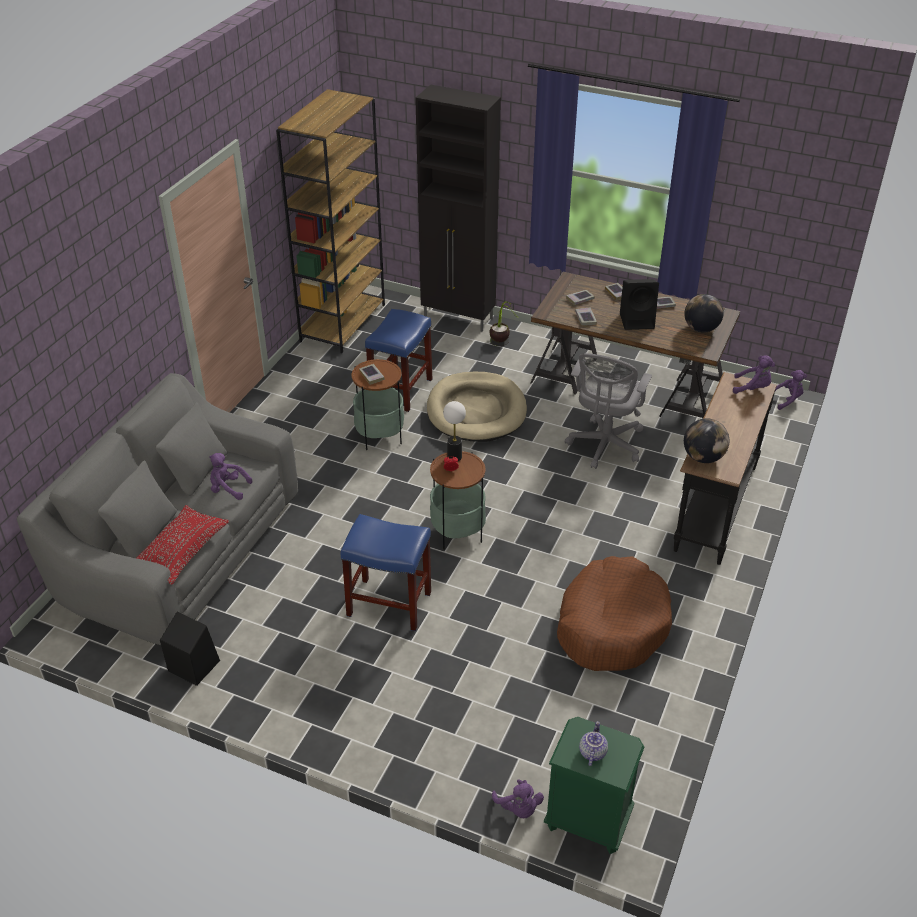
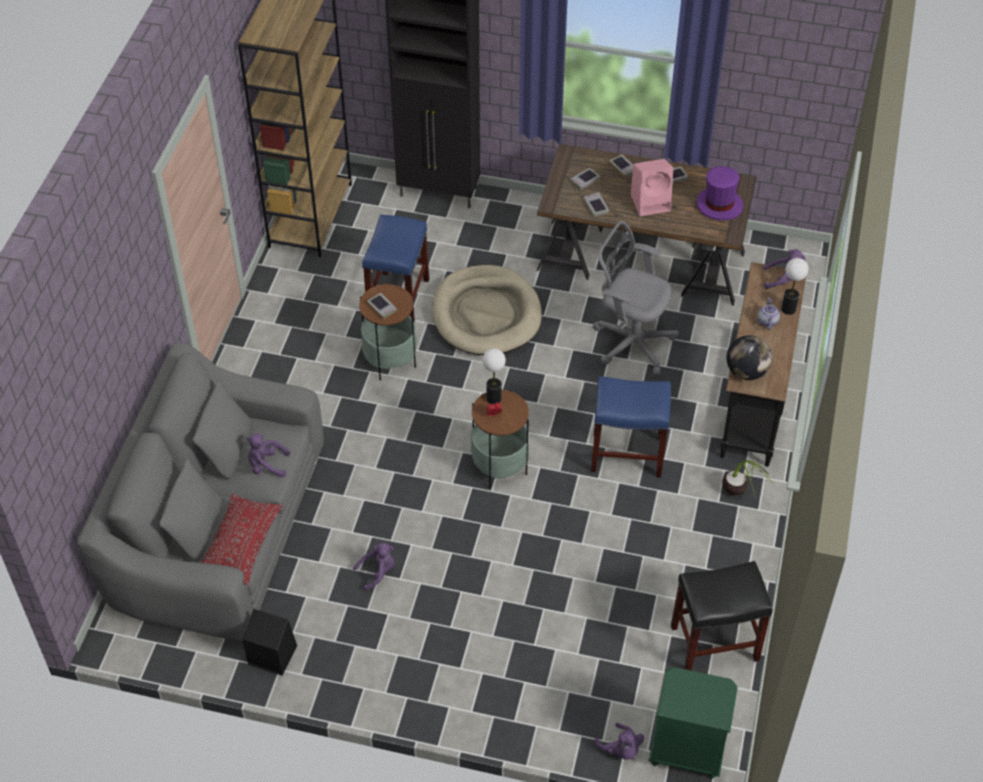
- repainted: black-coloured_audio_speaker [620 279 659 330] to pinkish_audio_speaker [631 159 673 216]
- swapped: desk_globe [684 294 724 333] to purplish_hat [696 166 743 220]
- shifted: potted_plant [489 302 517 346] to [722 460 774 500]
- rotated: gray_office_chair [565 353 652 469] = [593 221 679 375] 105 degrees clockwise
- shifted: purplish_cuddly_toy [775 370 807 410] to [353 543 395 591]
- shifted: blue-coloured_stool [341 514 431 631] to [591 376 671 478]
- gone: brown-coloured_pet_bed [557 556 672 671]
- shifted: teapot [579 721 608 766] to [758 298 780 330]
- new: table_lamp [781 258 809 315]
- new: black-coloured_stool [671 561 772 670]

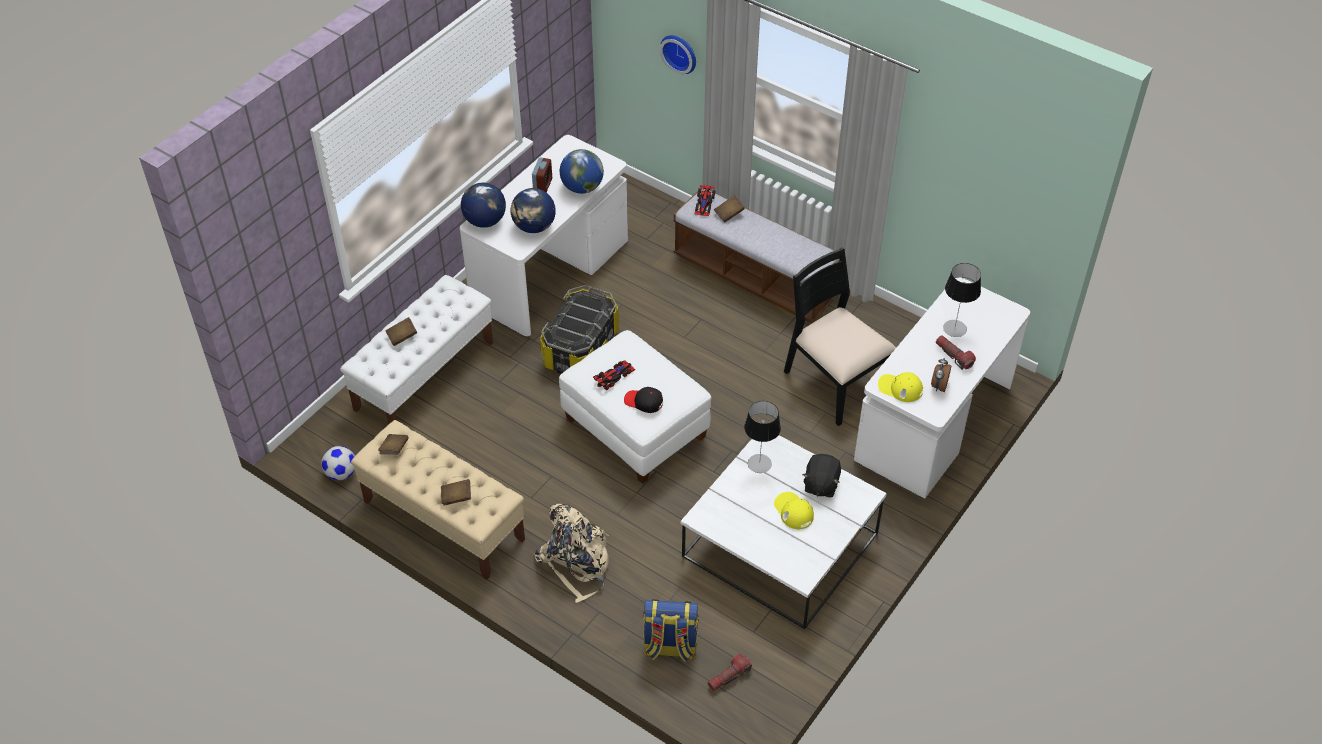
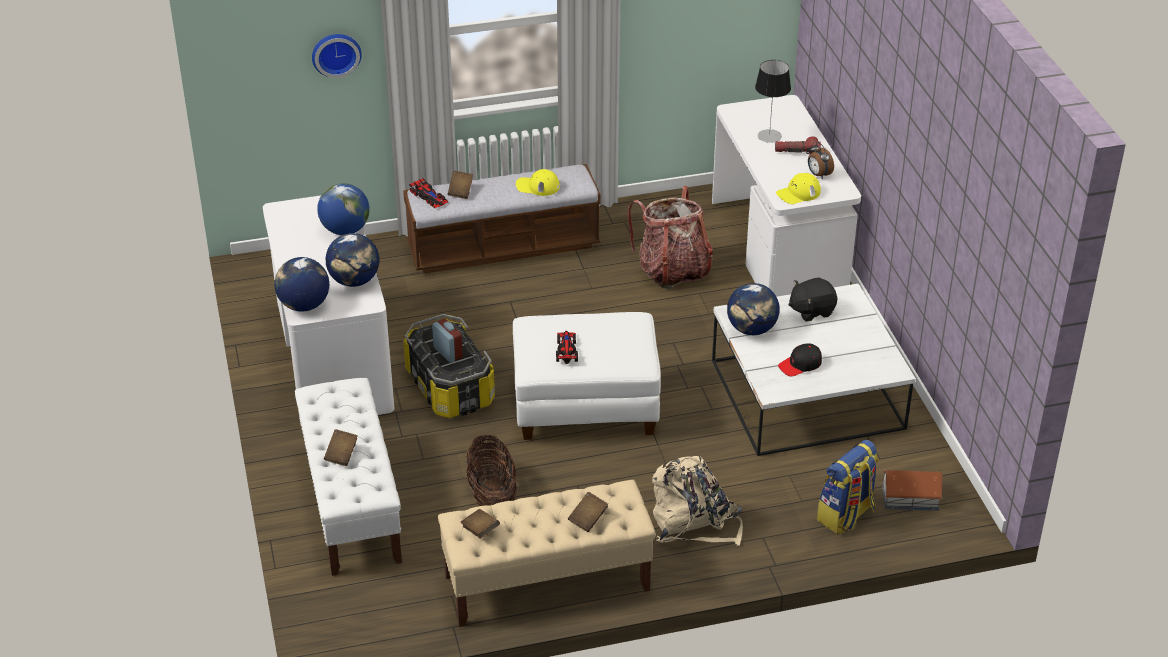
- shifted: table_clock [532 157 552 192] to [432 319 463 363]
- swapped: black-coloured_plain_chair [784 247 896 426] to knapsack [628 186 713 289]
- shifted: black-coloured_baseball_cap [624 387 663 413] to [778 343 822 377]
- swapped: table_lamp [744 401 781 473] to desk_globe [727 283 780 335]
- gone: ball_for_football [321 446 355 480]
- rotated: black-coloured_cuddly_toy [803 454 841 497] = [789 277 837 322] 105 degrees clockwise
- shifted: yellow-coloured_baseball_cap [774 492 814 529] to [516 169 560 196]
- swapped: hand_torch [708 654 752 691] to miniature_house [882 470 943 511]
- new: basket [466 435 517 506]

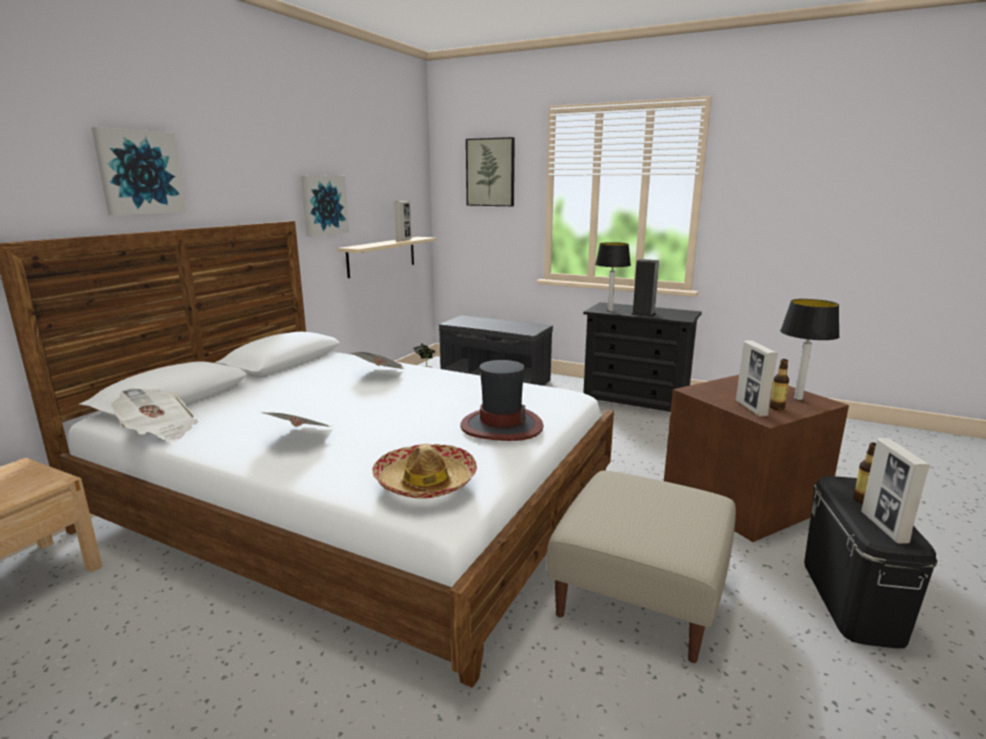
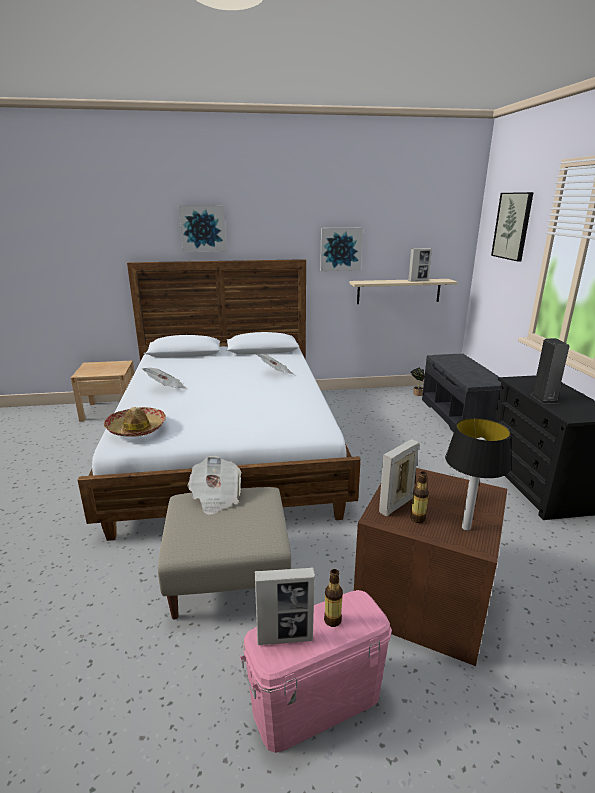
- gone: table_lamp [595 242 631 311]
- gone: hat [460 360 543 441]
- shifted: printed_paper [111 388 198 442] to [188 456 241 515]
- rotated: photo_frame [861 438 930 544] = [255 568 315 645] 150 degrees counterclockwise
- repainted: black-coloured_storage_bin [804 476 938 648] to pinkish_storage_bin [240 590 392 753]

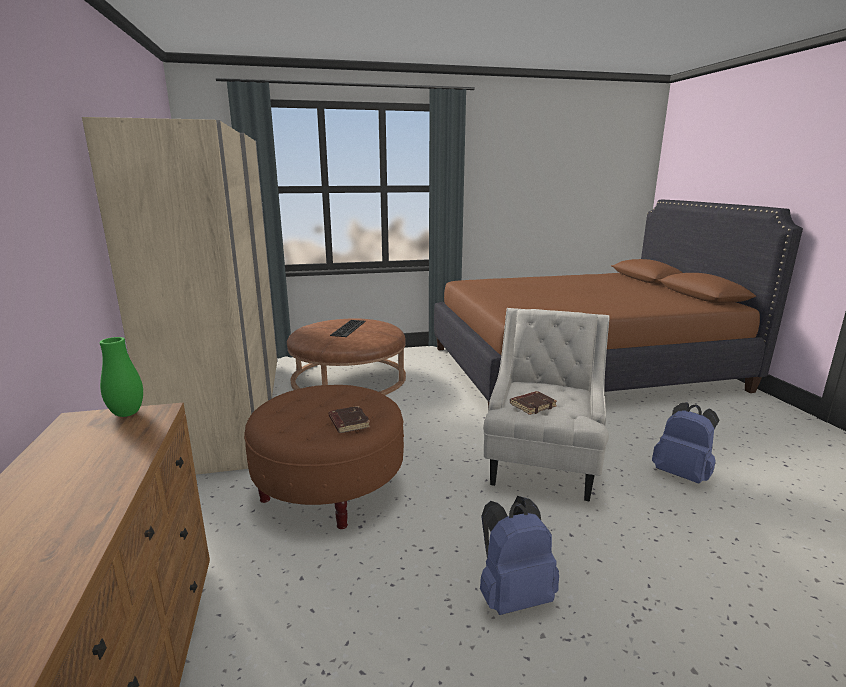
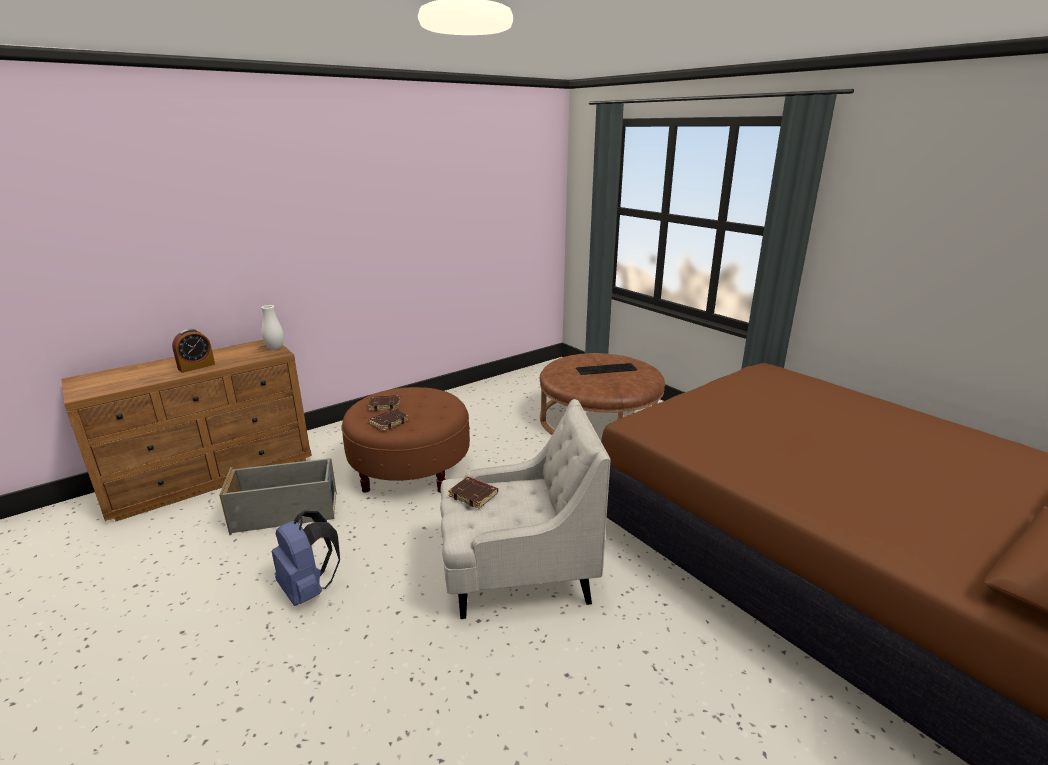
- gone: sand-coloured_armoire [82 117 278 475]
- repainted: greenish_flower_vase [99 337 143 417] to white_flower_vase [261 305 284 350]
- gone: blue-coloured_knapsack [652 402 720 483]
- new: table_clock [172 329 215 373]
- new: brown-coloured_volume [368 395 400 411]
- new: gray_storage_bin [219 458 337 535]

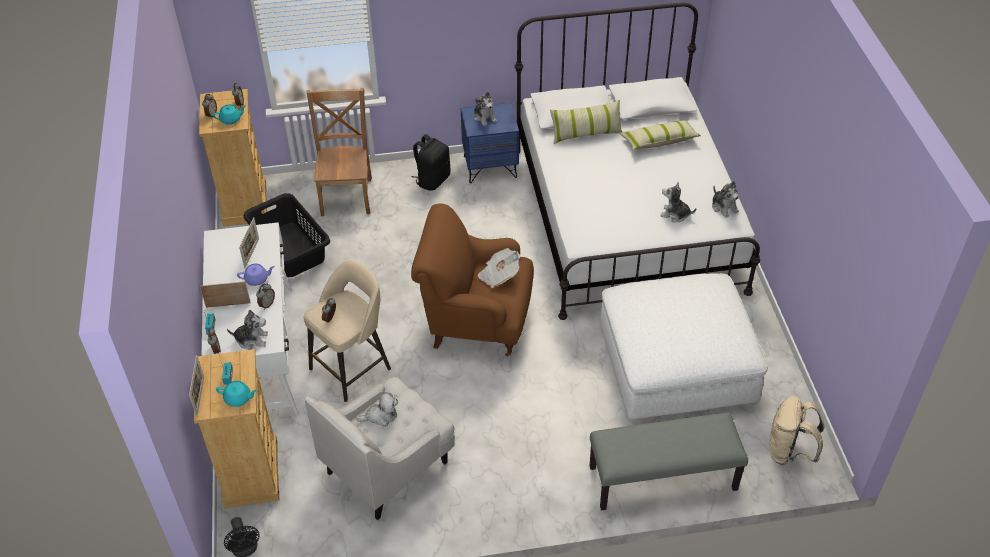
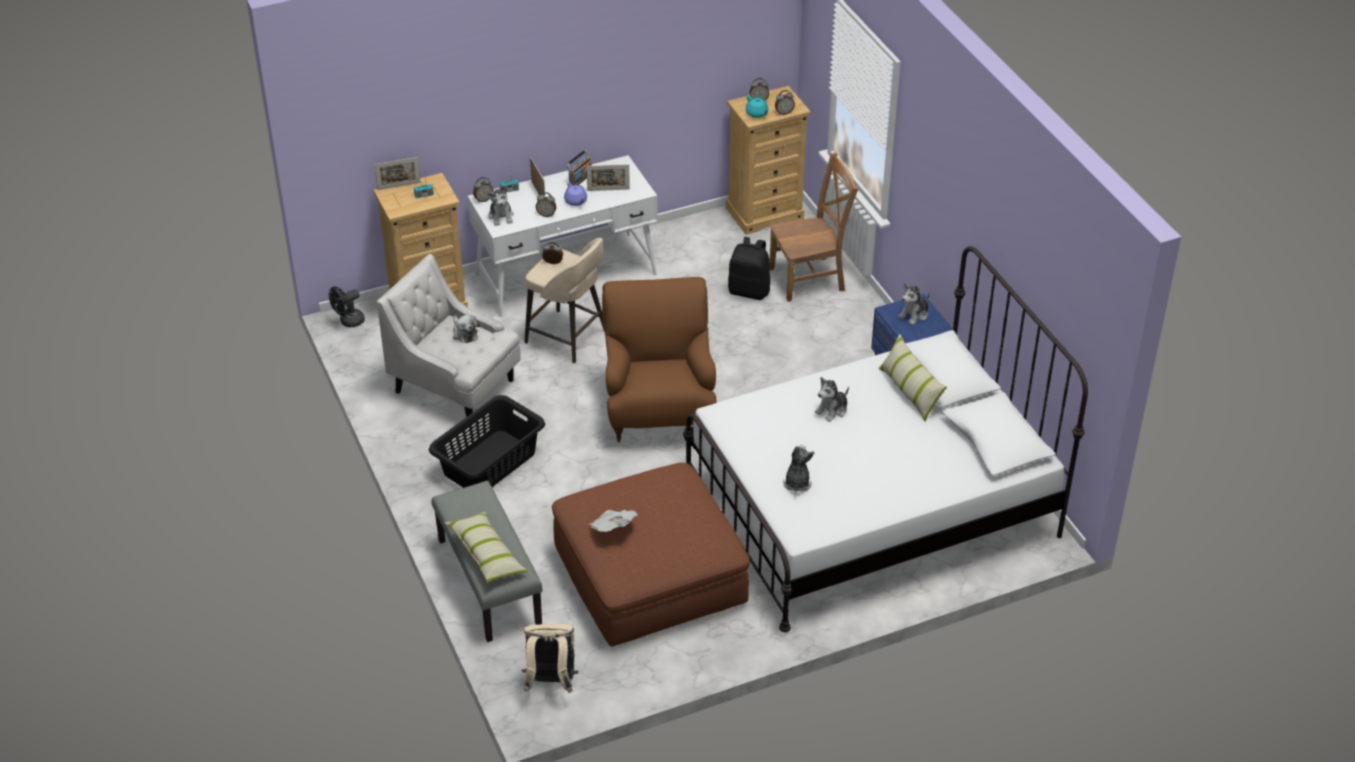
- shifted: throw_pillow [620 120 701 150] to [444 512 527 583]
- shifted: black-coloured_knapsack [411 134 450 191] to [728 237 770 300]
- shifted: cuddly_toy [712 181 739 218] to [815 377 849 422]
- shifted: black-coloured_washing_basket [244 193 330 277] to [429 395 545 488]
- shifted: printed_paper [478 248 521 288] to [589 510 638 532]
- repainted: white_ottoman [599 273 768 419] to brown-coloured_ottoman [552 462 750 647]
- gone: turquoise-coloured_teapot [216 381 258 407]
- new: radio [566 150 592 185]

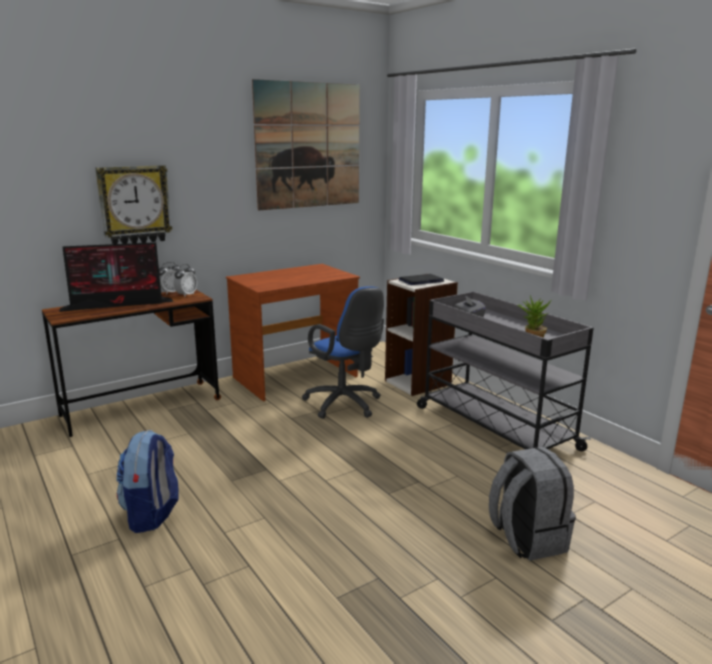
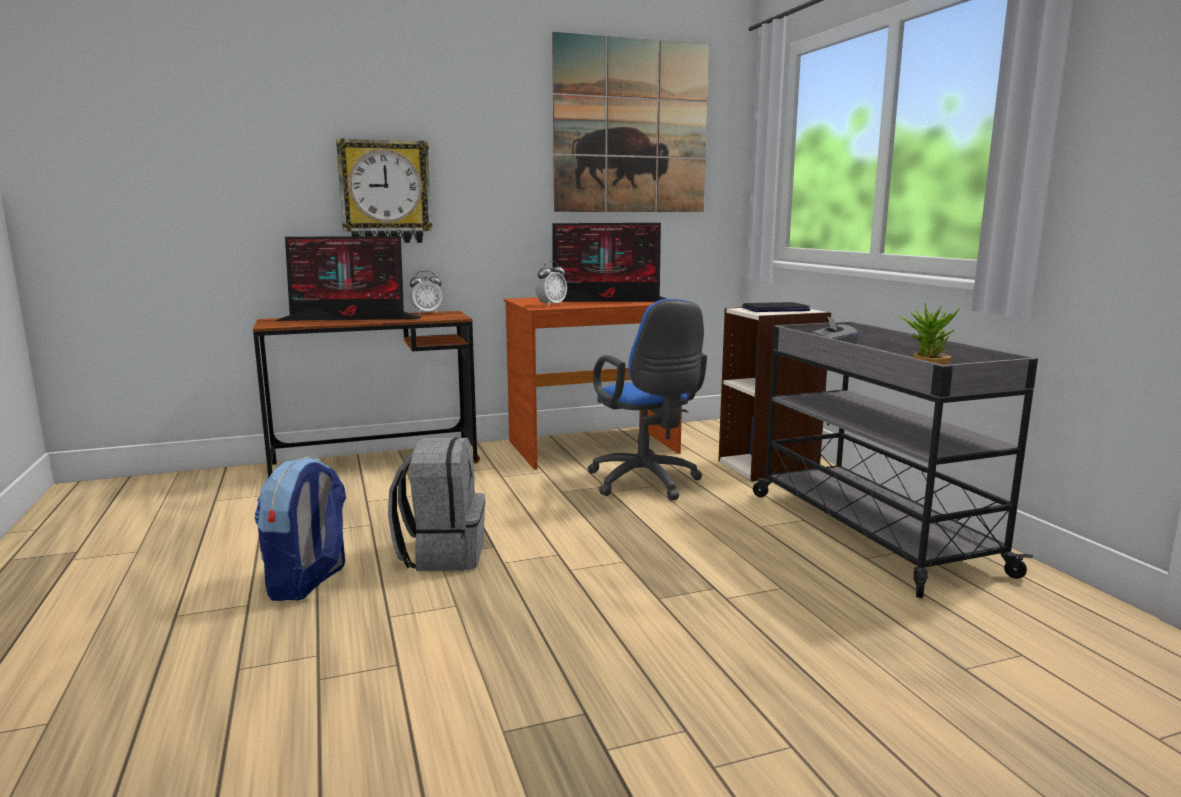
- shifted: table_clock [173 264 197 297] to [535 261 567 306]
- shifted: gray_knapsack [489 447 576 561] to [388 437 485 571]
- new: monitor [540 223 667 302]

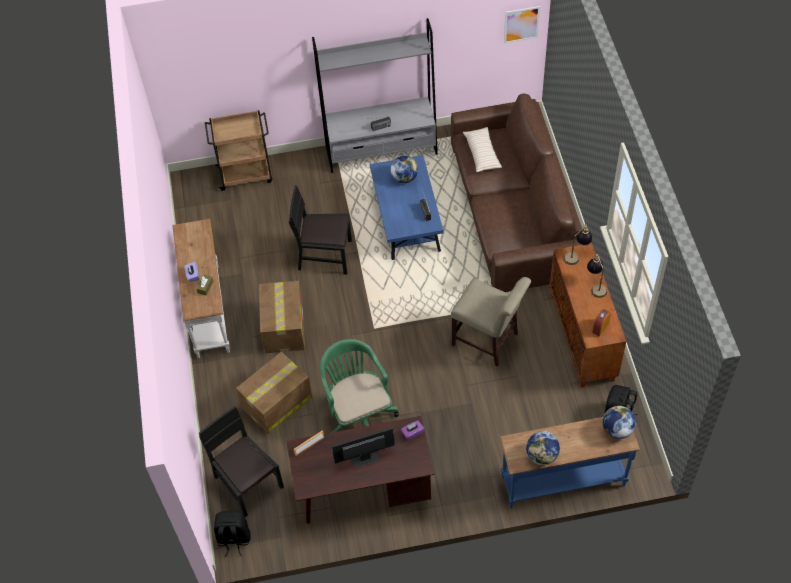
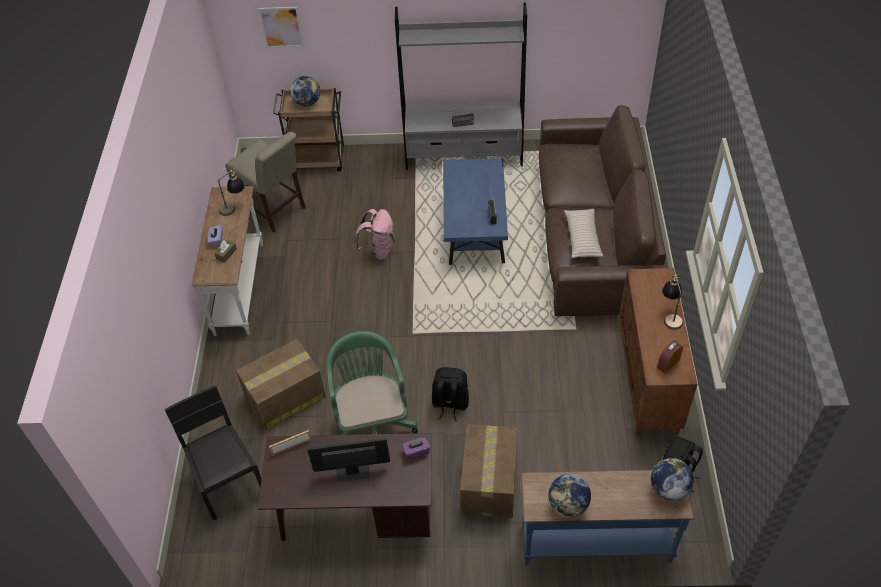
- shifted: wall_art [504 6 540 43] to [258 7 304 48]
- shifted: sand-coloured_throw_pillow [463 127 502 172] to [564 209 603 258]
- shifted: desk_globe [391 156 418 183] to [290 76 321 106]
- swapped: black-coloured_plain_chair [289 185 352 275] to pinkish_knapsack [355 209 395 261]
- shifted: table_lamp [564 224 592 265] to [218 169 245 216]
- shifted: sand-coloured_plain_chair [451 277 531 366] to [225 132 306 233]
- shifted: carton [259 281 305 353] to [460 424 518 518]
- shifted: black-coloured_knapsack [214 511 251 557] to [432 367 469 421]

